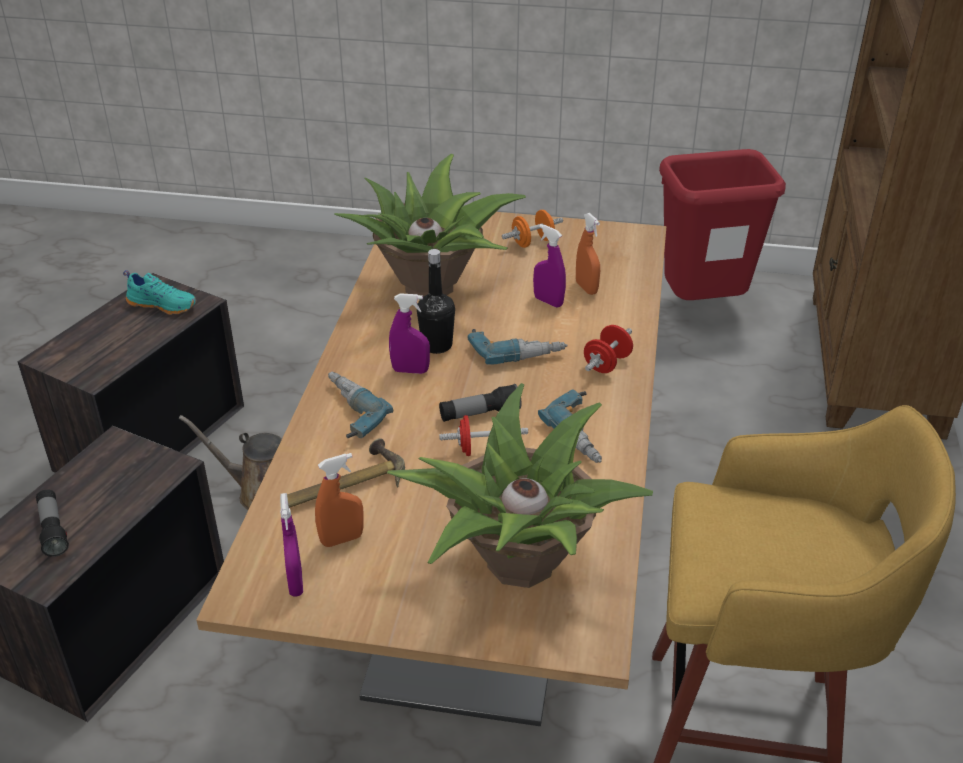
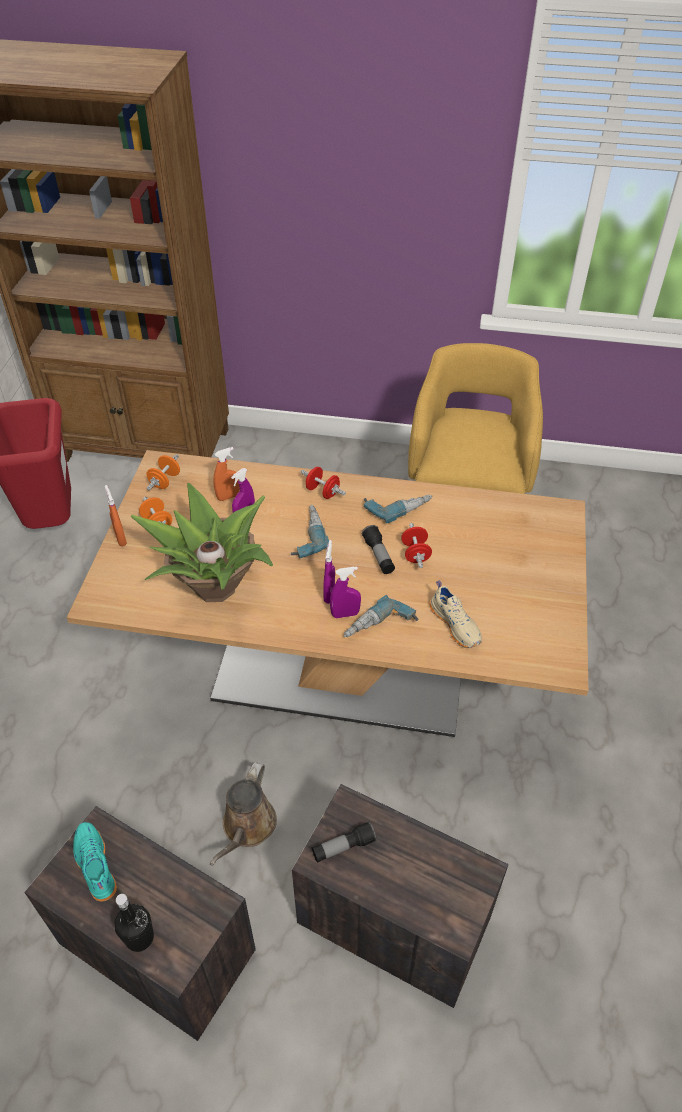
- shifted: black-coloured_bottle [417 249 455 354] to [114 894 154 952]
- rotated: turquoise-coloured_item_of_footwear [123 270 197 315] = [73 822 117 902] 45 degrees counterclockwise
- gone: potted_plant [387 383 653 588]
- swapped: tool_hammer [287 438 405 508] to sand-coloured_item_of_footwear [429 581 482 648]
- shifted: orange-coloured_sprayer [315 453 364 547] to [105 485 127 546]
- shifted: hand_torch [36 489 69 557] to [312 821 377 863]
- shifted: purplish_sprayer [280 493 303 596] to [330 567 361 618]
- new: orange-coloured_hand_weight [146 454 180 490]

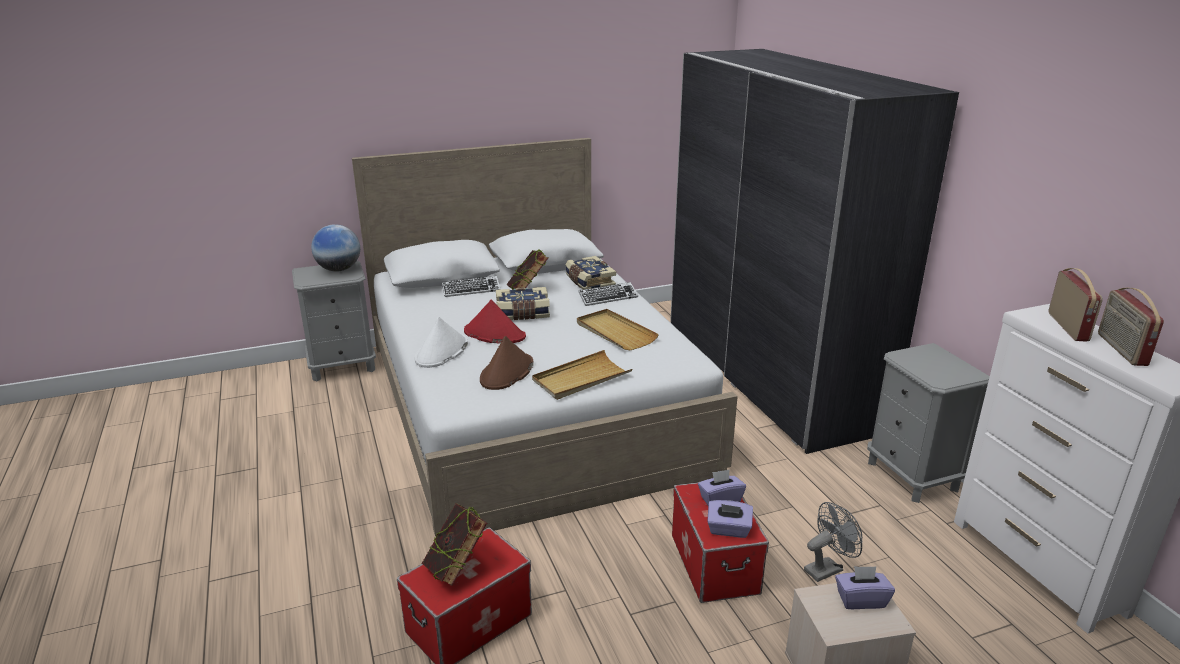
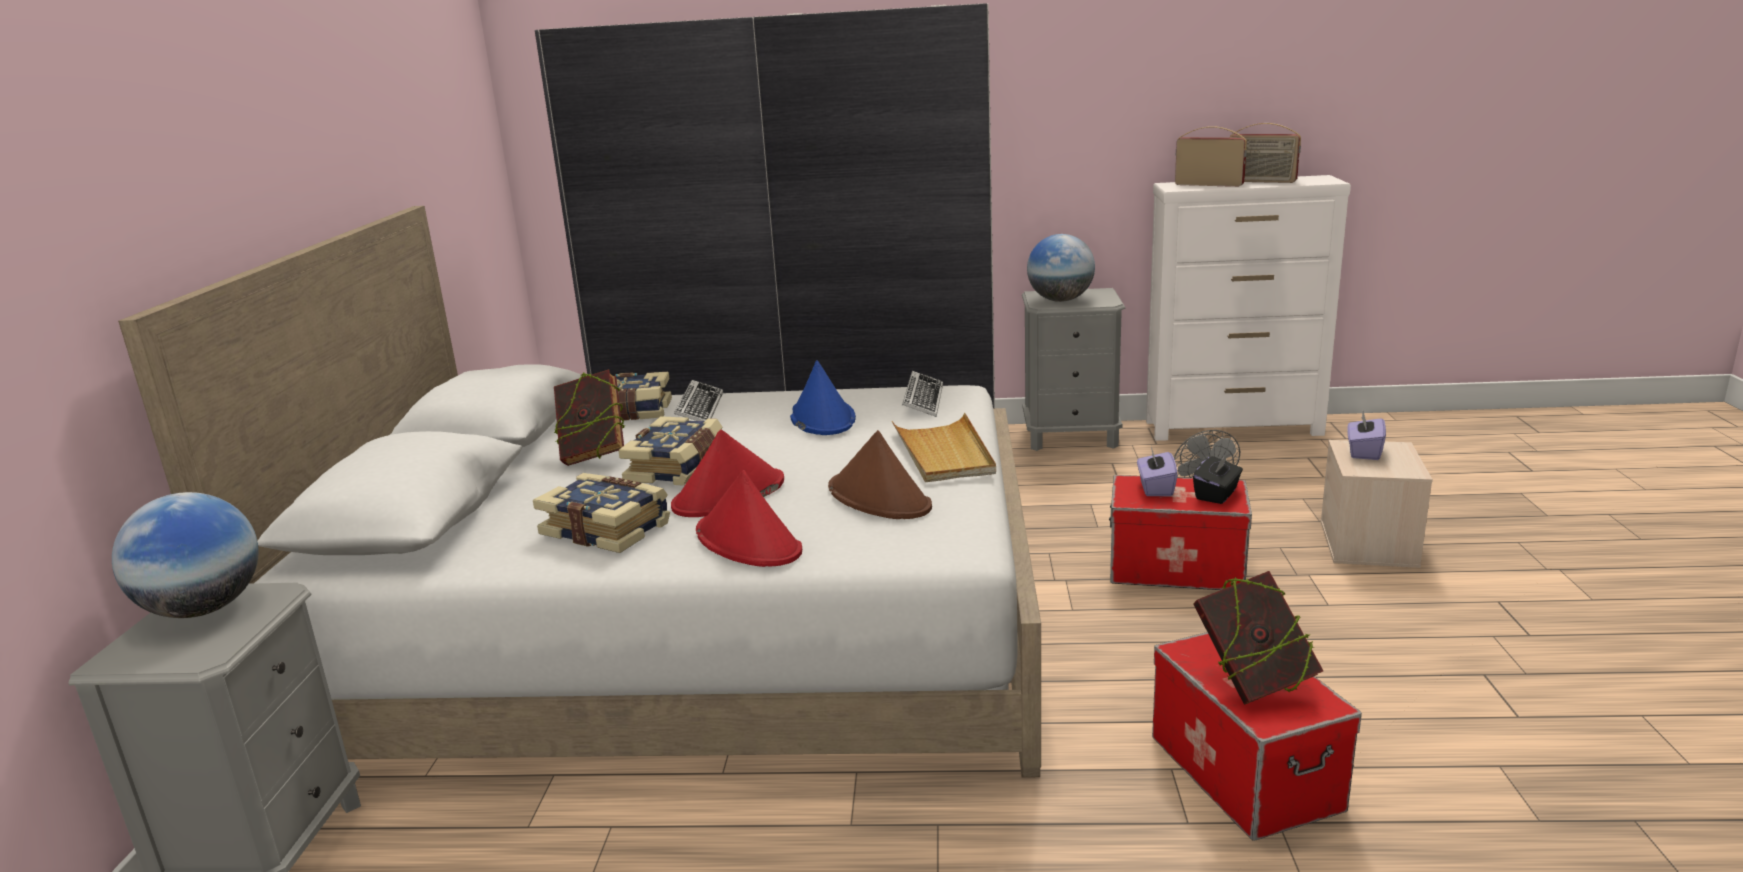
- shifted: keyboard [442 276 501 297] to [902 371 943 417]
- swapped: sand-coloured_serving_tray [577 309 659 350] to blue-coloured_hat [790 360 856 435]
- repainted: white_hat [415 317 468 368] to reddish_hat [696 470 802 567]
- repainted: purplish_tissue_box [707 500 753 538] to black-coloured_tissue_box [1193 453 1243 504]
- new: desk_globe [1027 234 1095 302]
- new: volume [533 473 670 553]

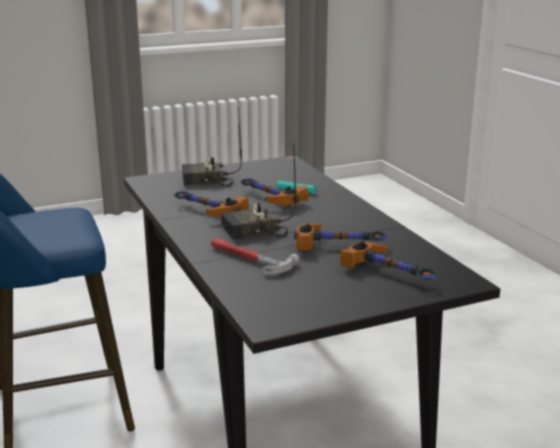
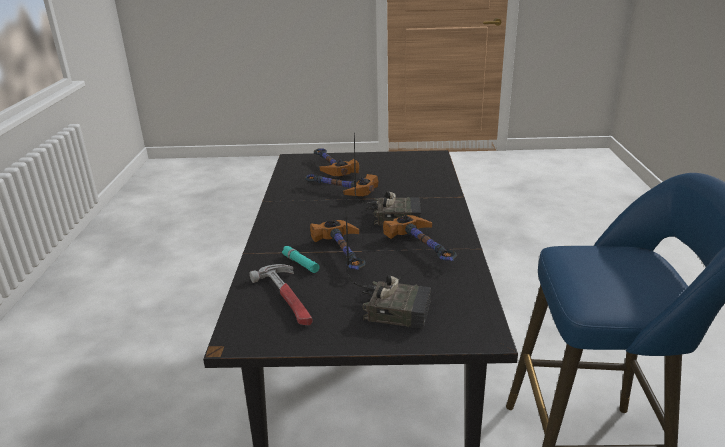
- shifted: tool_hammer [211 239 300 274] to [249 264 313 325]

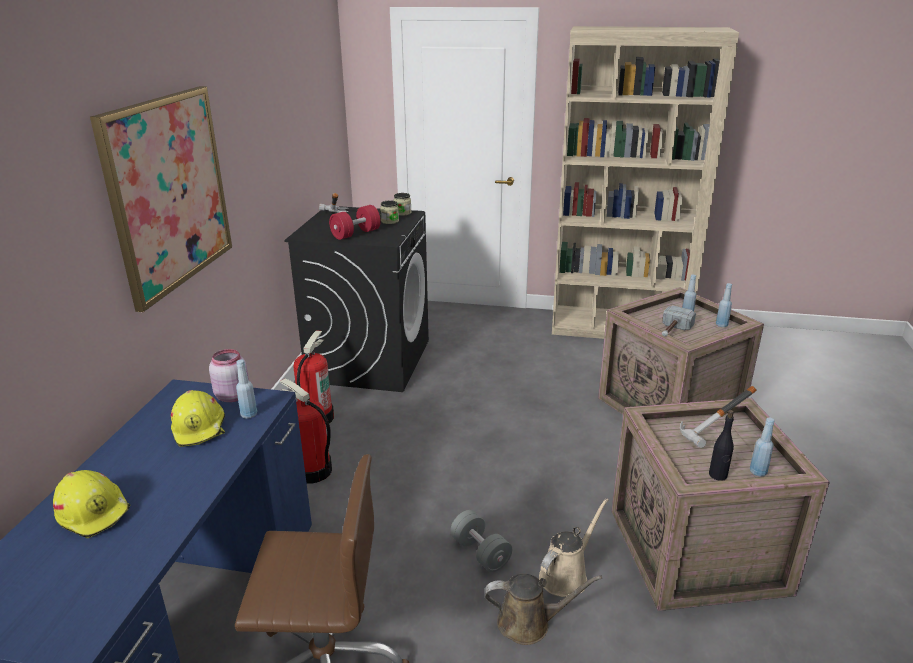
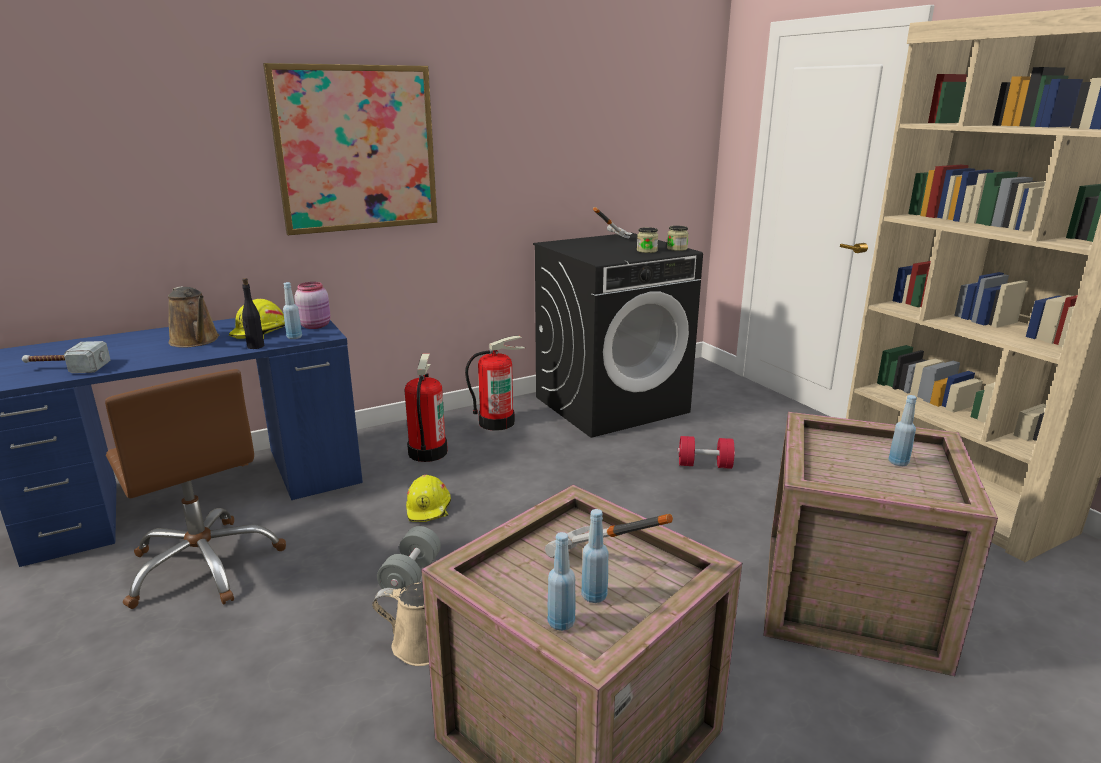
- shifted: reddish_hand_weight [329 205 381 240] to [678 436 735 469]
- shifted: blue-coloured_bottle [716 283 732 327] to [581 509 609 603]
- shifted: tool_hammer [662 306 696 337] to [22 341 110 373]
- shifted: black-coloured_bottle [709 410 734 481] to [242 278 264 349]
- shifted: yellow-coloured_safety_helmet [53 470 131 538] to [406 475 451 522]
- shifted: brown-coloured_watering_pot [485 574 602 645] to [168 286 219 347]

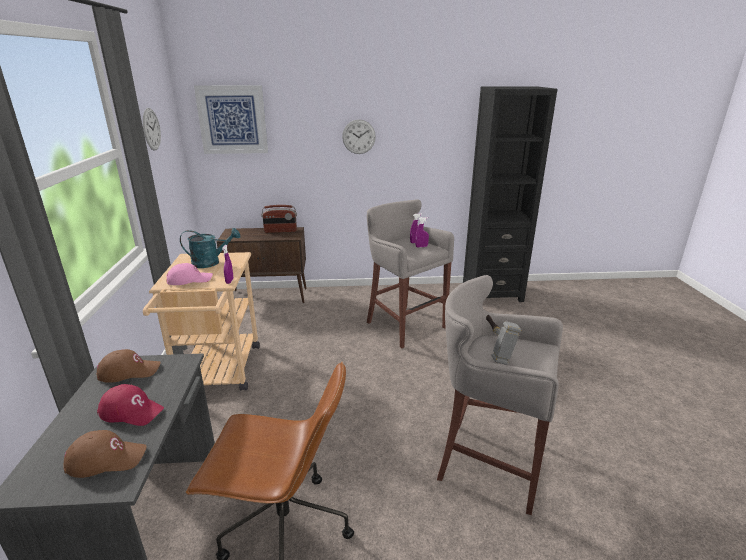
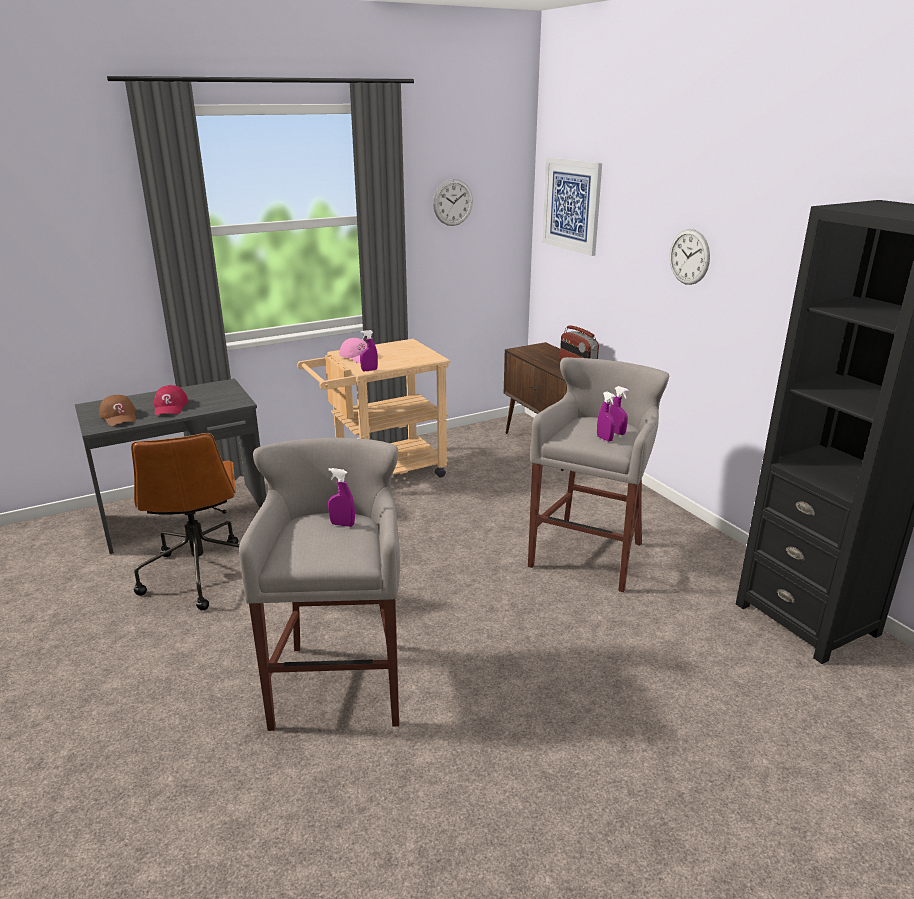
- gone: turquoise-coloured_watering_pot [180 228 240 268]
- swapped: tool_hammer [486 315 521 365] to purplish_sprayer [328 468 355 527]
- gone: brown-coloured_baseball_cap [96 349 161 383]

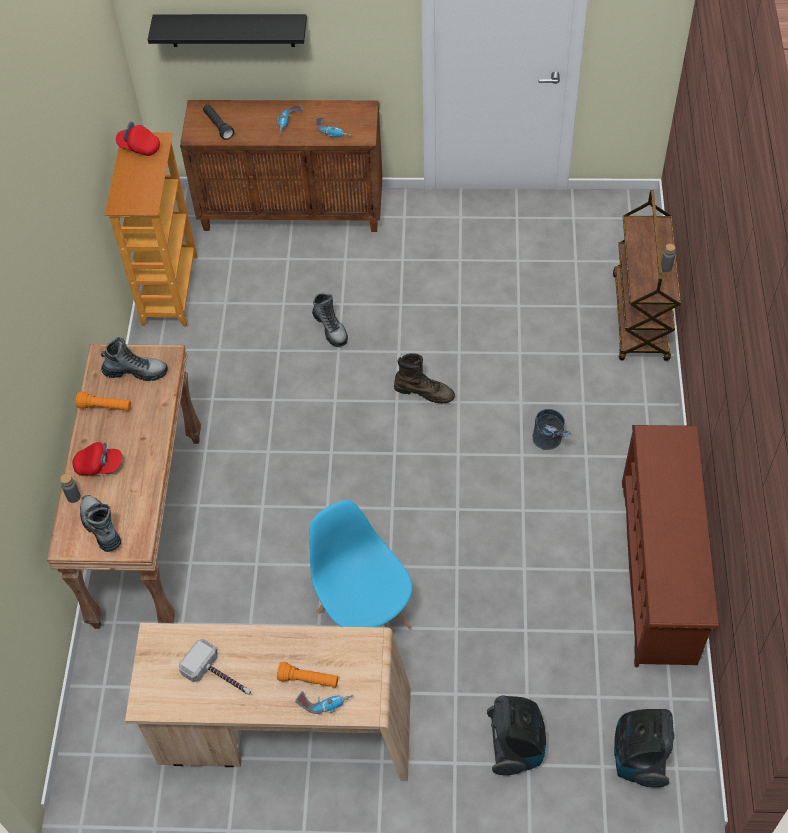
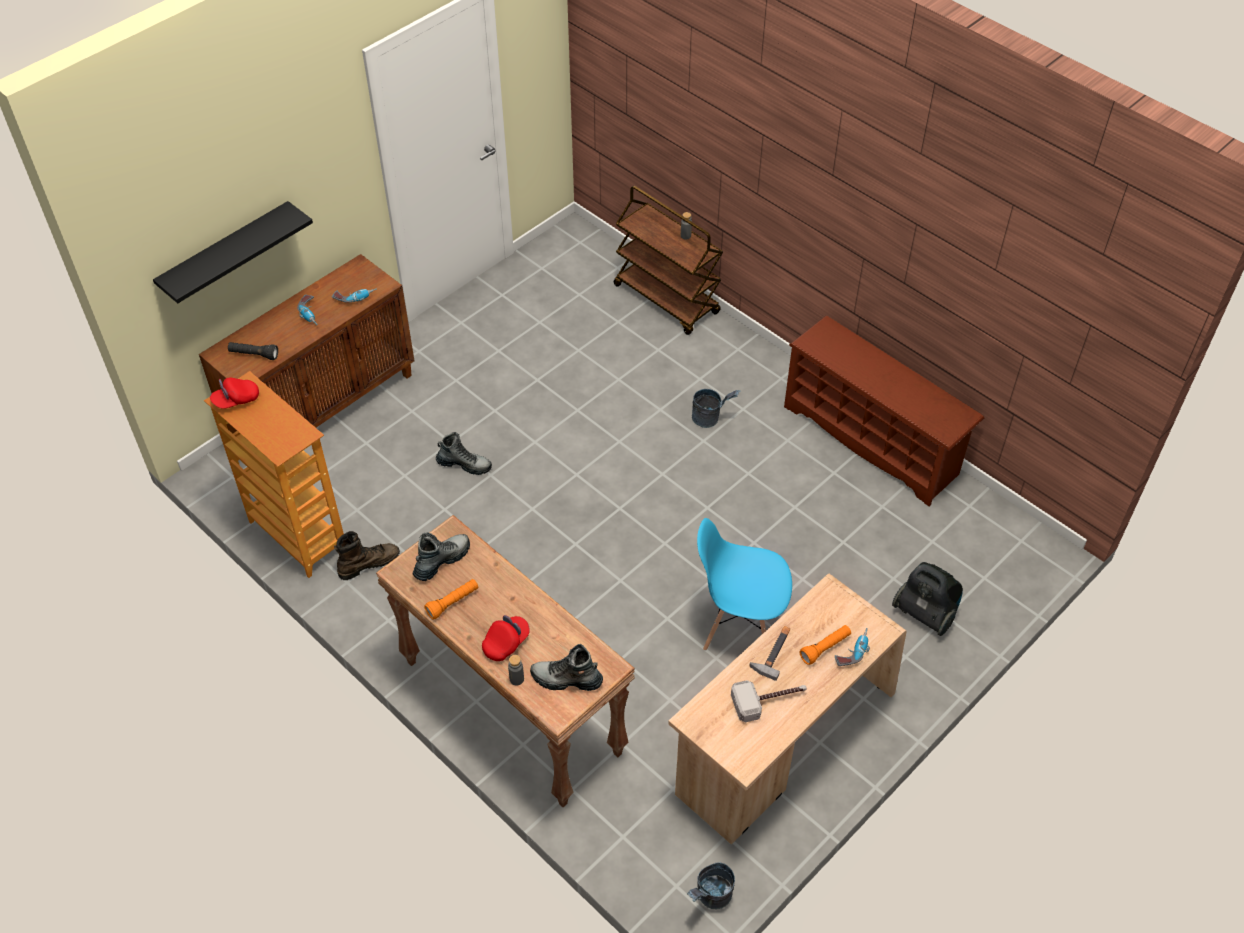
- shifted: brown-coloured_boot [394 353 455 404] to [334 531 400 580]
- gone: hoover [614 709 674 787]
- new: tool_hammer [749 626 790 681]
- new: gray_pail [687 862 735 909]

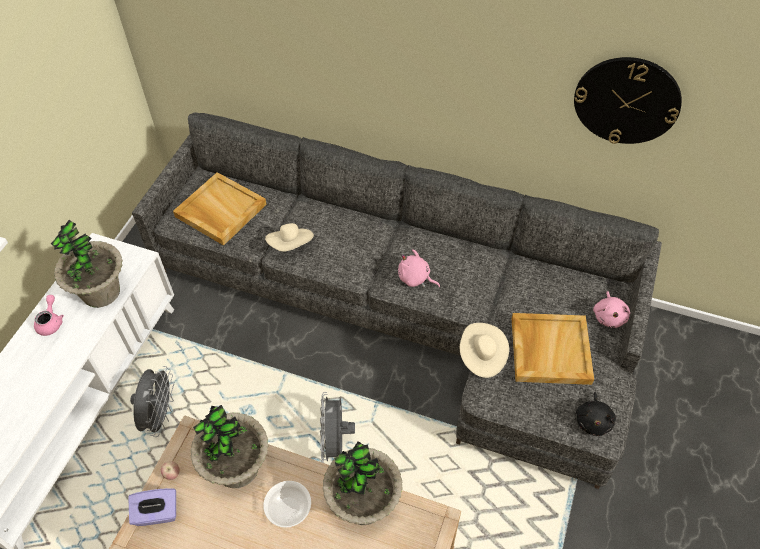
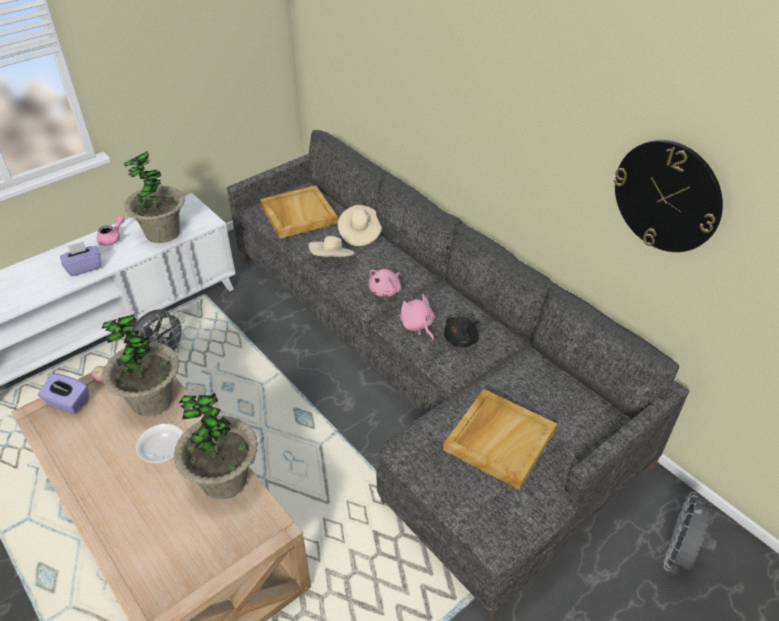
- shifted: pinkish_cuddly_toy [593 291 630 328] to [368 269 401 297]
- shifted: sand-coloured_hat [460 323 509 378] to [338 205 382 246]
- shifted: gray_fan [320 392 355 463] to [664 492 718 573]
- shifted: black-coloured_cuddly_toy [576 392 616 436] to [444 317 479 347]
- new: purplish_tissue_box [60 241 101 276]

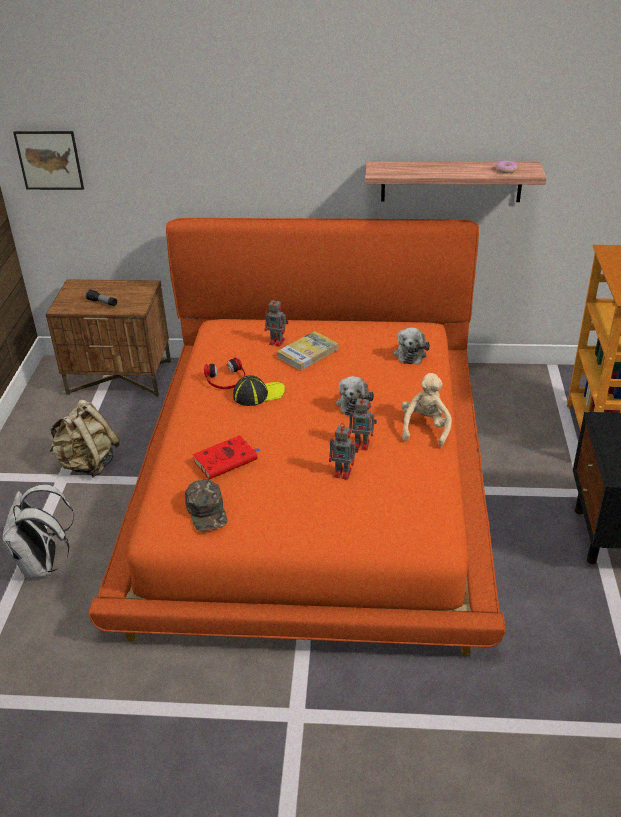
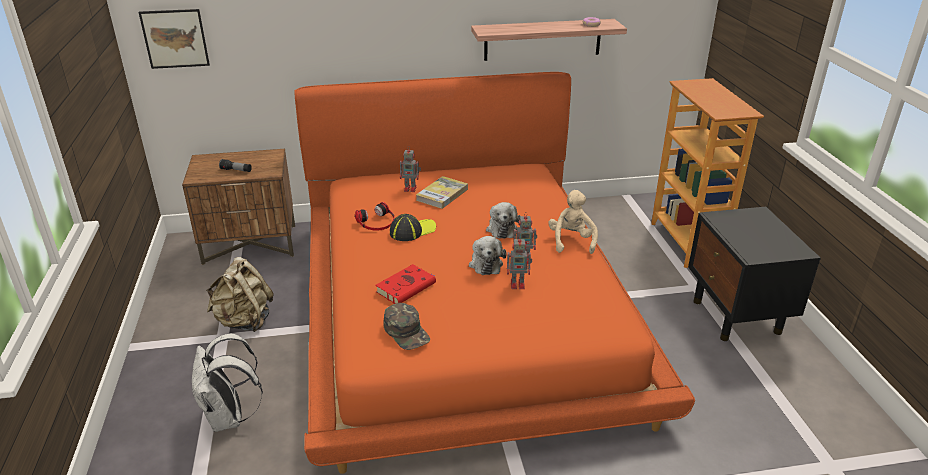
- shifted: cuddly_toy [394 327 430 364] to [469 236 507 275]

